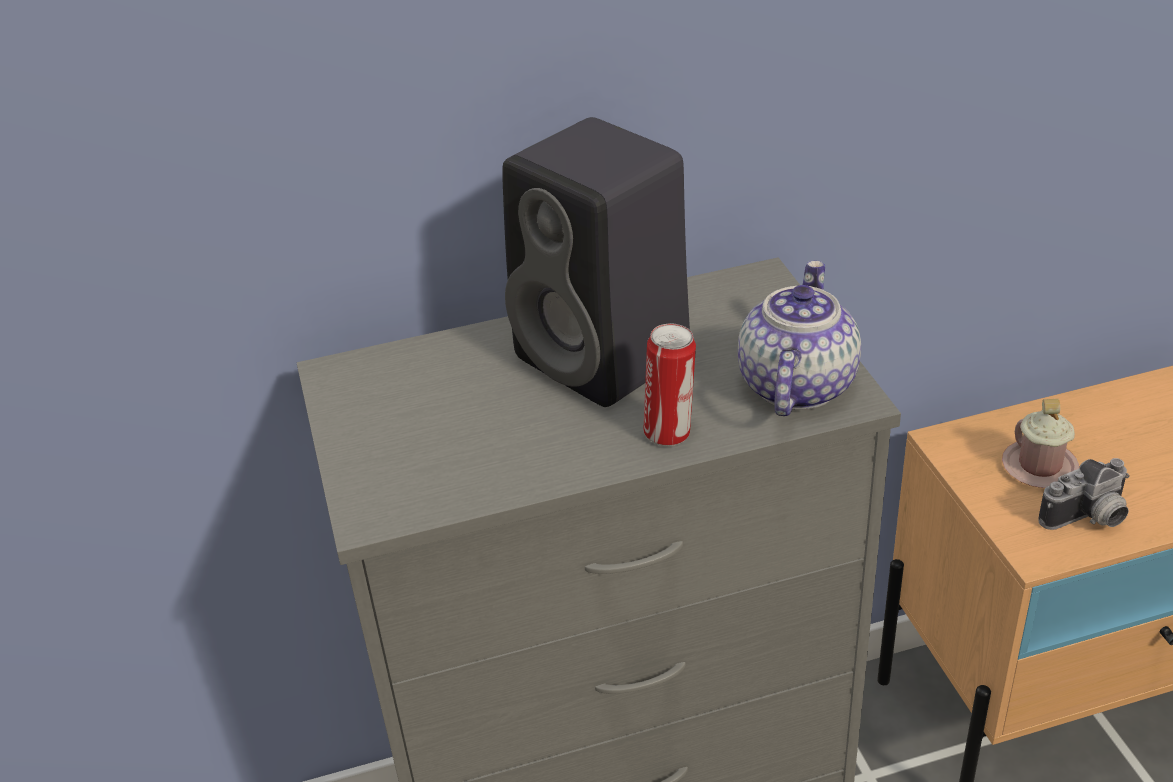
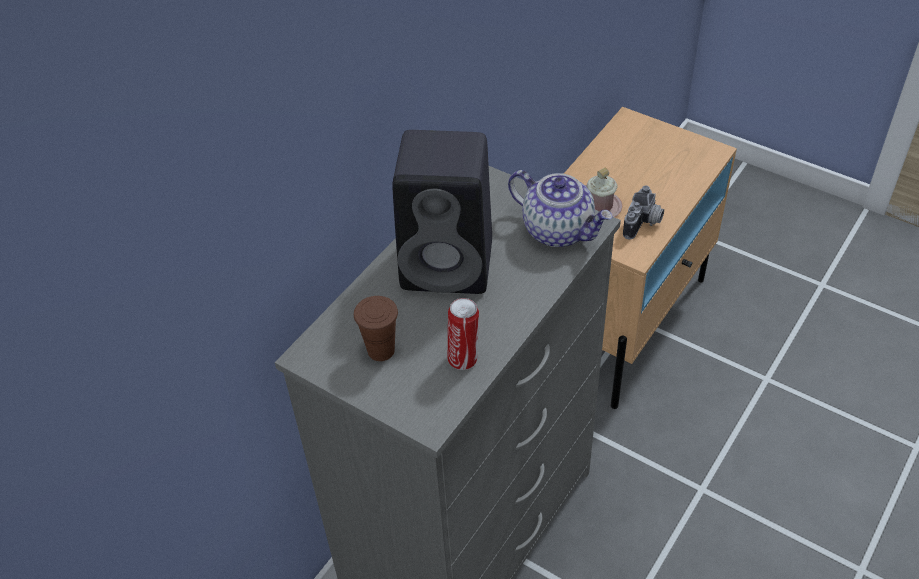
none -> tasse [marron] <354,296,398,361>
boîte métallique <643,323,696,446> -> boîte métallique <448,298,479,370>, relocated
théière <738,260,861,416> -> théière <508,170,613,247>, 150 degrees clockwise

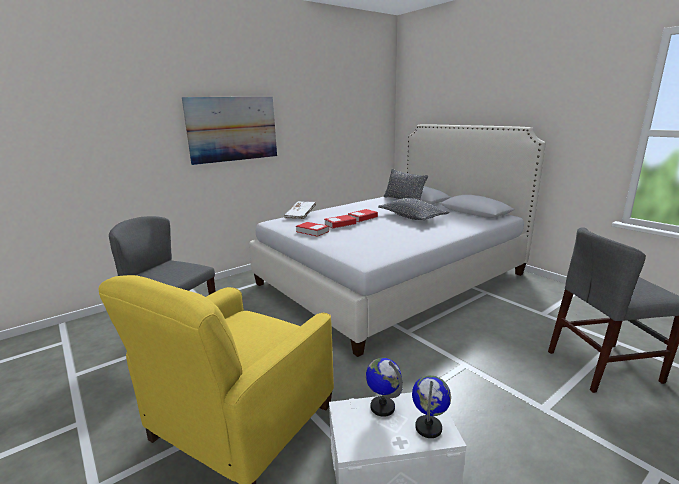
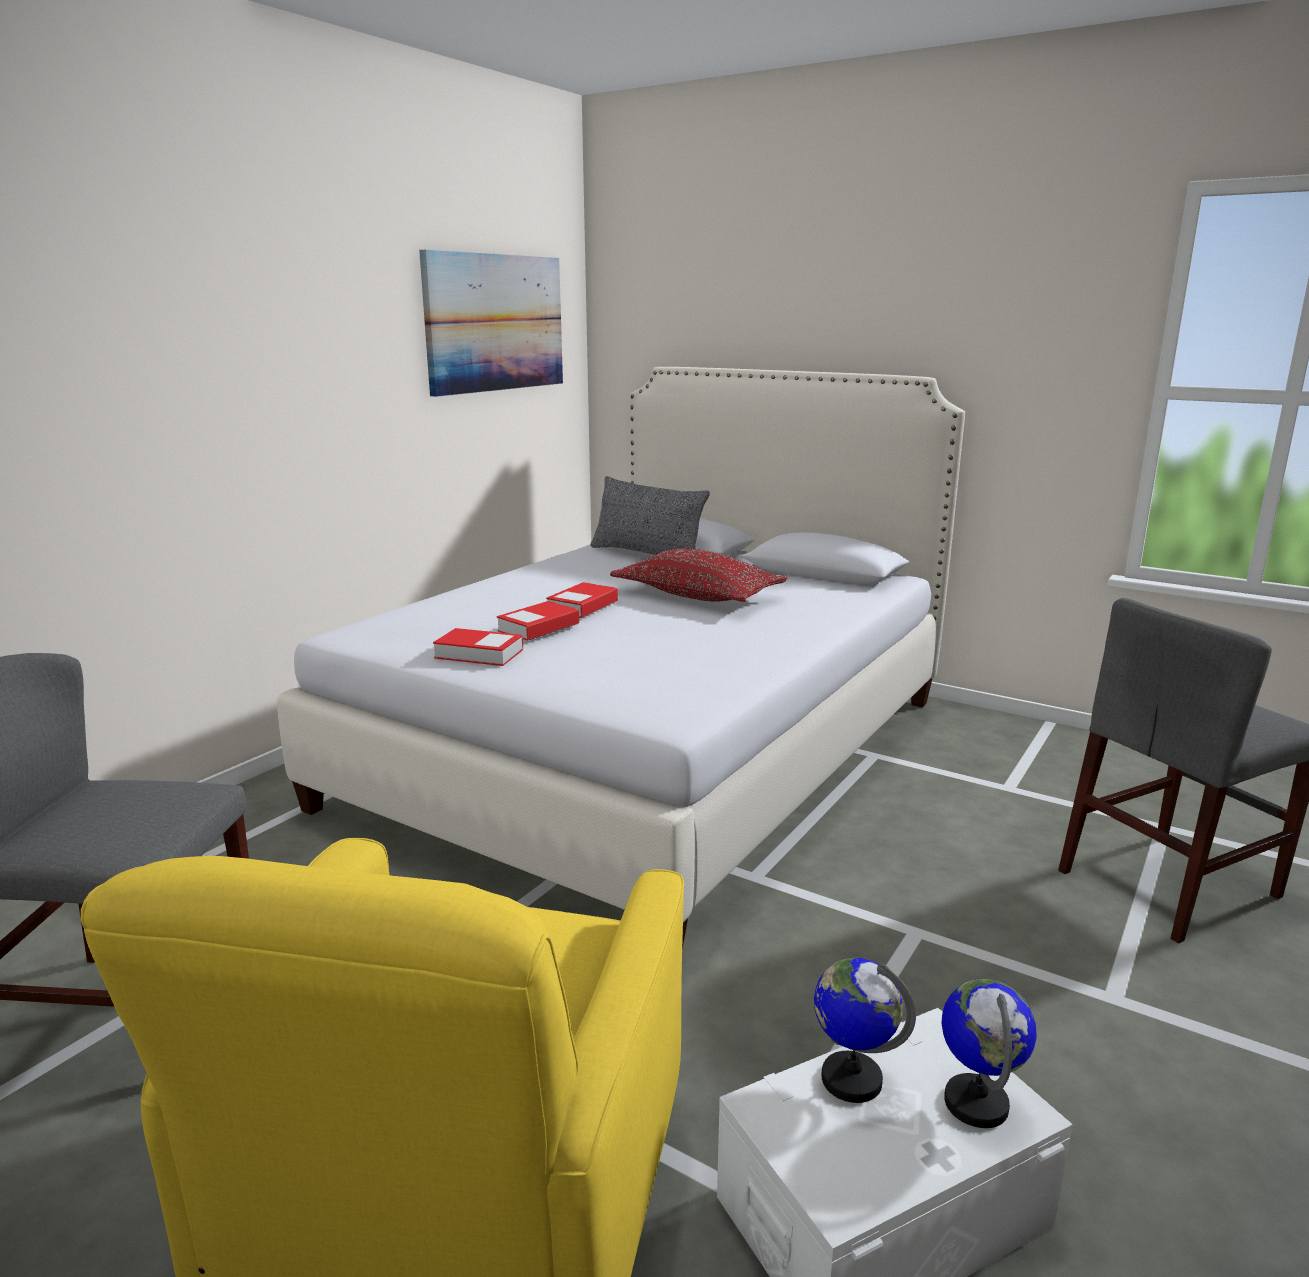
livre [blanc] <284,201,316,219> -> none
tableau <182,97,277,165> -> tableau <419,250,563,397>, relocated
coussin [gris] <378,198,449,220> -> coussin [rouge] <610,549,787,602>

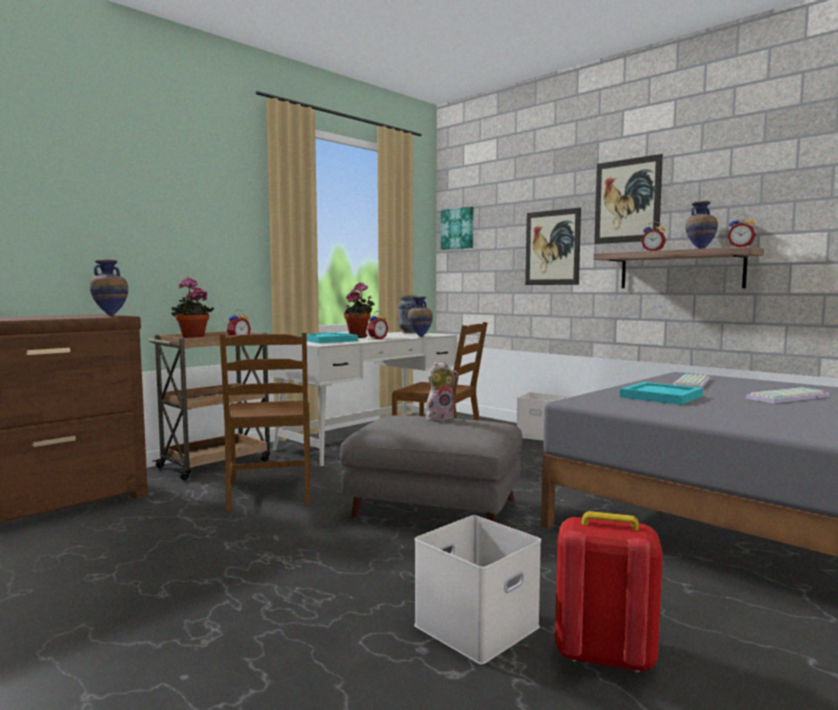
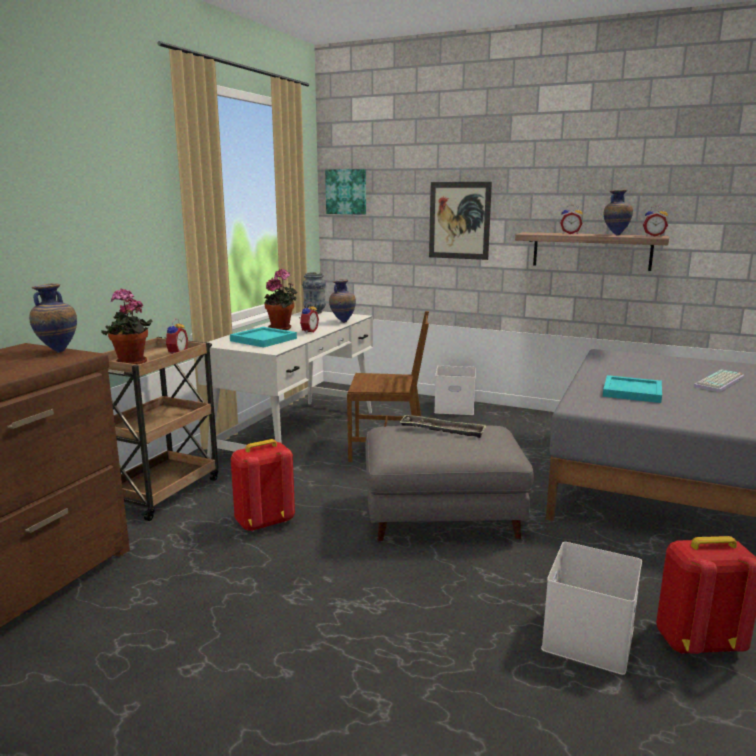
tableau <594,154,663,244> -> none
clavier <672,374,710,388> -> none
chaise [marron] <220,333,310,511> -> sac à dos [rouge] <231,439,295,532>
peluche <426,361,458,422> -> plateau <399,415,486,438>

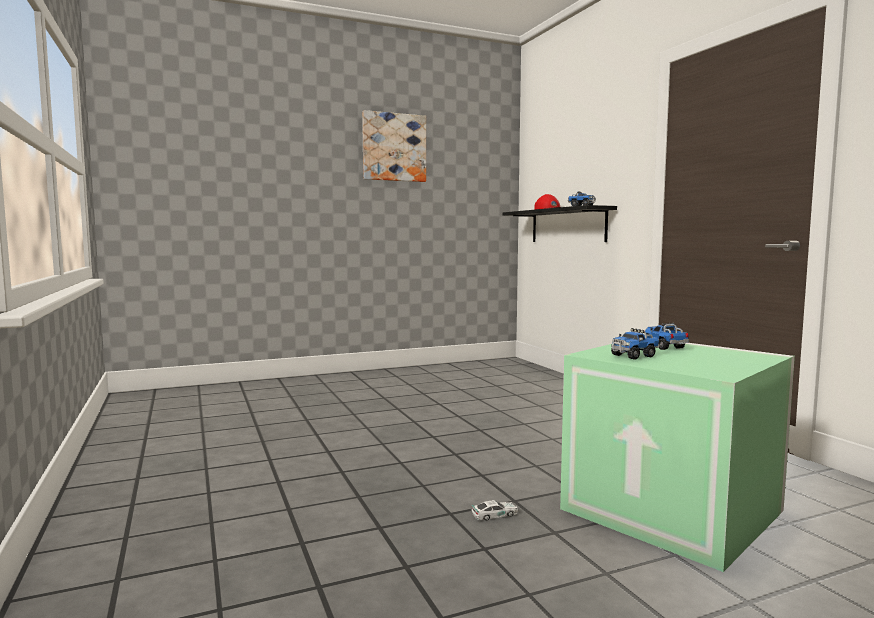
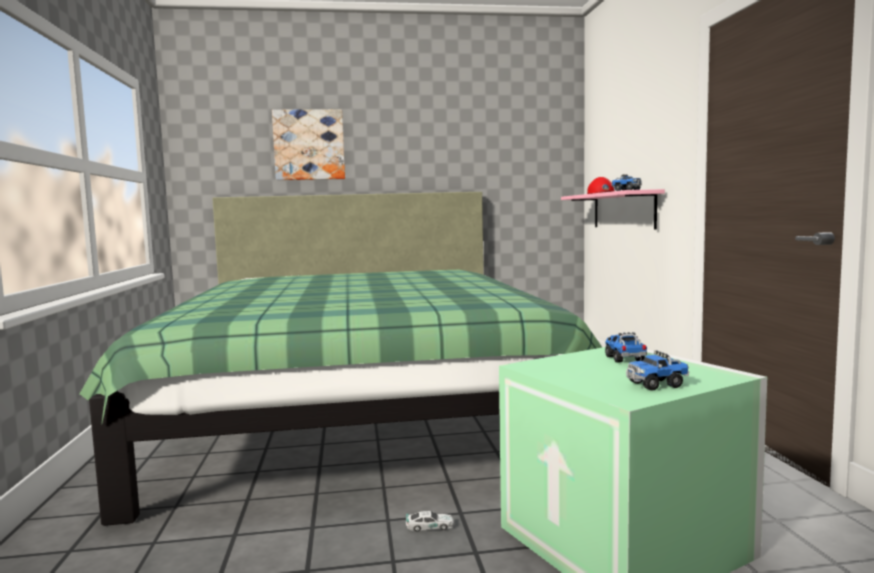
none -> lit [vert] <80,192,602,526>
tableau <362,110,426,182> -> tableau <272,109,345,180>, relocated
camion jouet <611,328,659,360> -> camion jouet <626,350,689,391>, relocated
étagère [noir] <503,205,617,242> -> étagère [rose] <561,189,665,229>

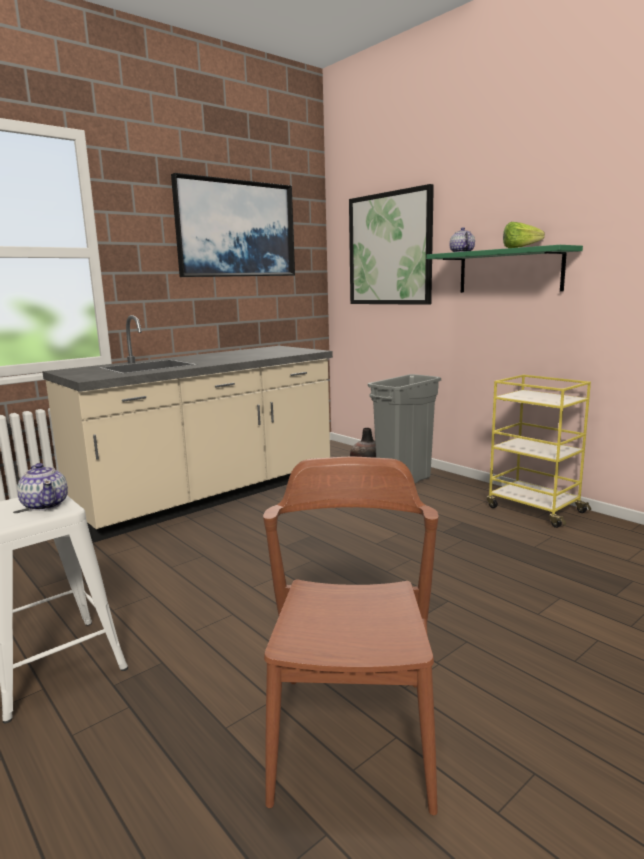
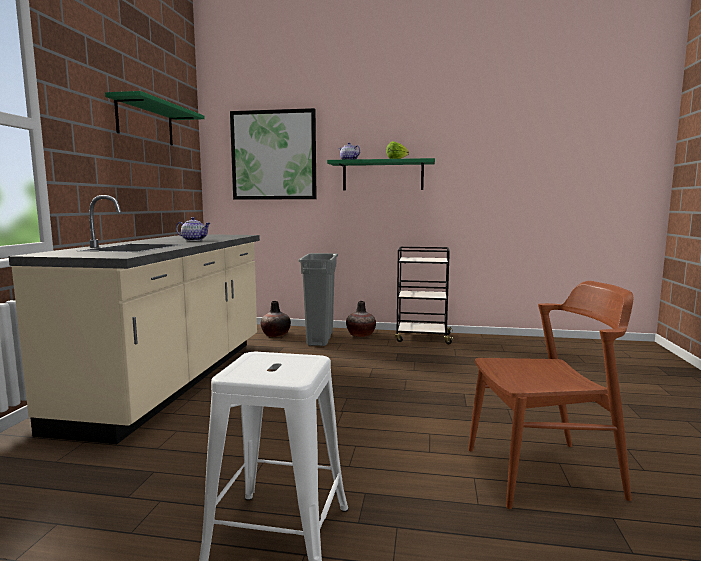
none -> vase <346,301,376,337>
théière <17,463,68,511> -> théière <176,217,211,241>, relocated
tableau <171,173,295,277> -> étagère [vert] <105,91,205,145>
chariot [jaune] <487,375,591,528> -> chariot [noir] <395,247,455,344>
chaise [marron] <263,457,439,815> -> chaise [marron] <468,281,633,509>, 120 degrees clockwise

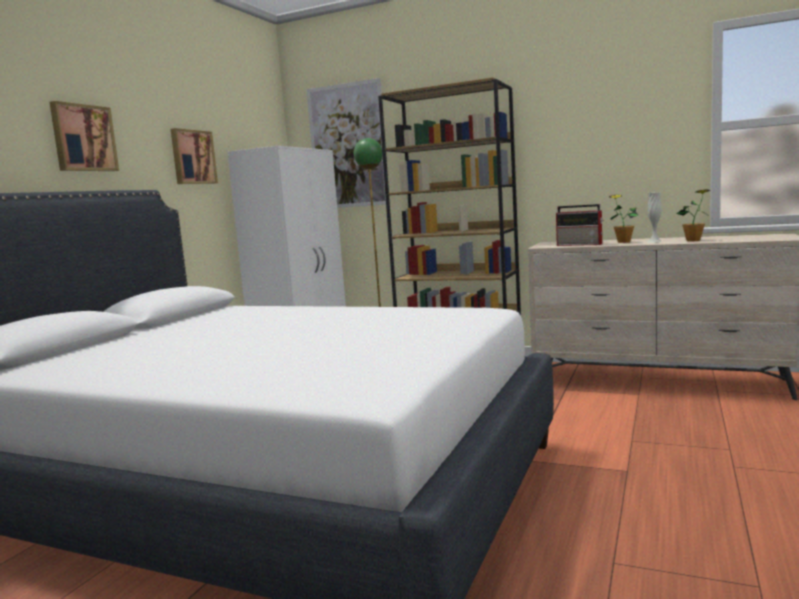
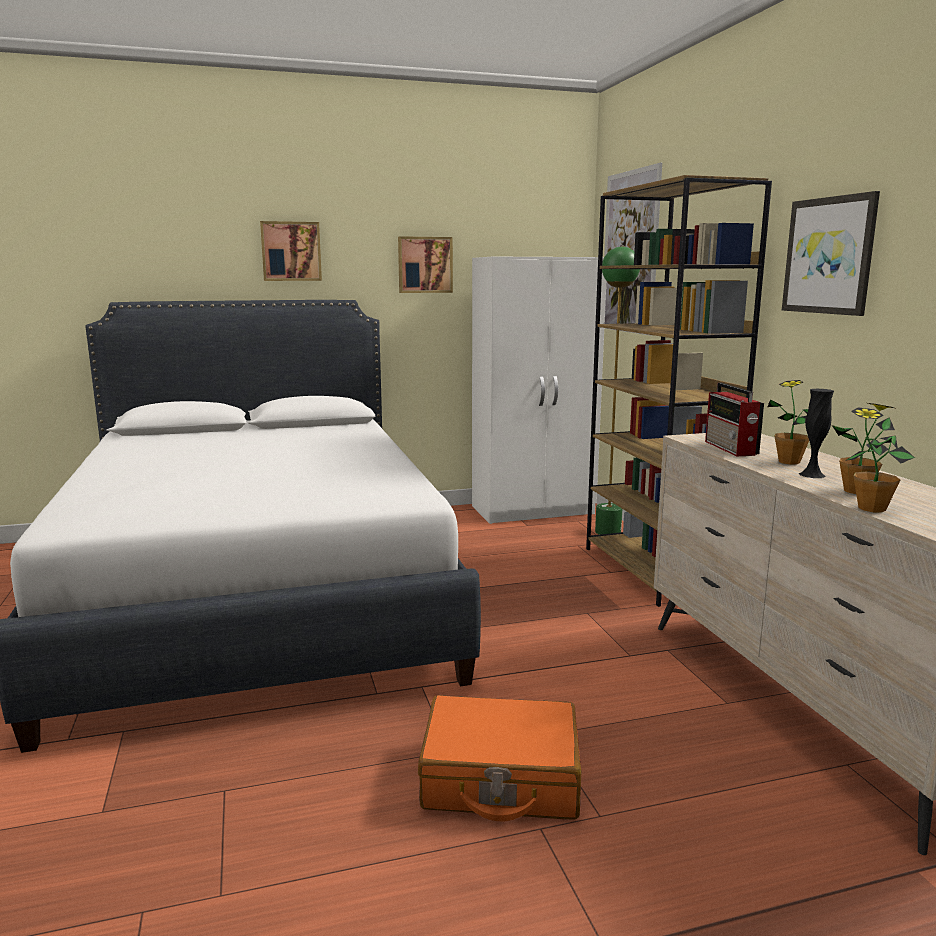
none -> valise [orange] <418,695,581,822>
none -> tableau <782,191,880,316>
none -> plante en pot <845,407,915,513>
vase [blanc] <648,192,662,243> -> vase [noir] <799,389,834,478>

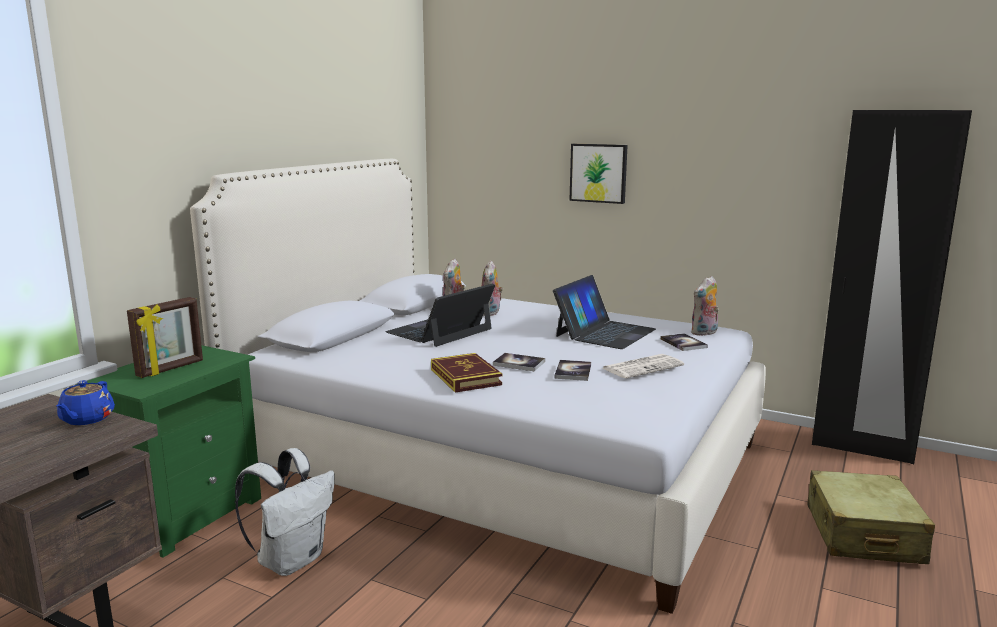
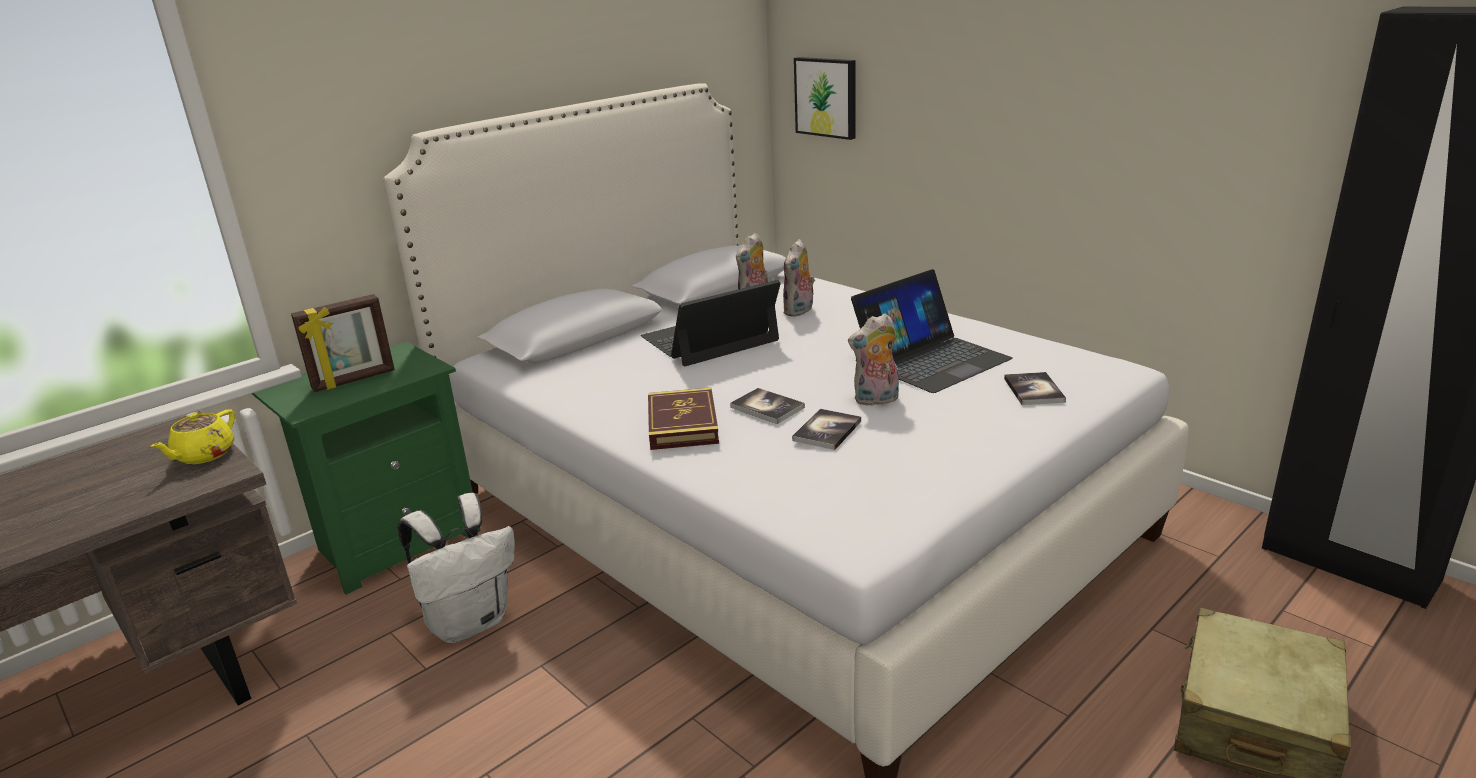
journal <603,354,684,378> -> none
tableau <569,144,628,204> -> tableau <794,57,856,140>, relocated
peluche <691,276,719,336> -> peluche <848,314,899,406>, relocated
théière [bleu] <56,380,115,425> -> théière [jaune] <151,410,235,464>

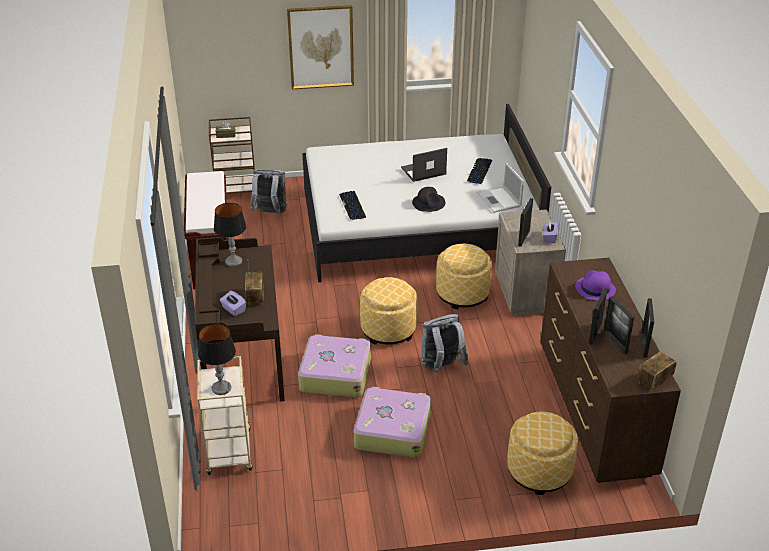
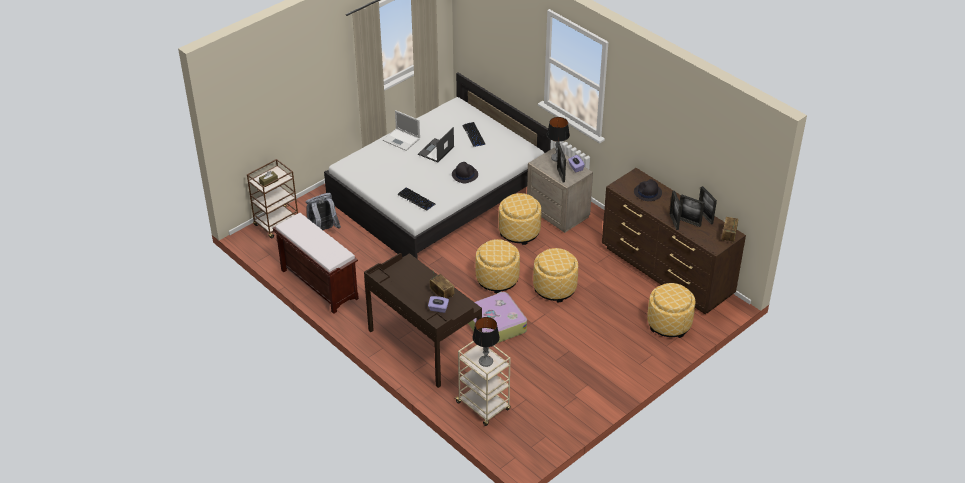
tableau <287,5,354,90> -> none
valise <354,387,431,458> -> none
lampe de table <214,203,246,267> -> lampe de table <547,117,570,162>, relocated
ordinateur portable <477,162,524,213> -> ordinateur portable <383,110,420,151>, relocated
sac à dos [gris] <421,314,469,373> -> pouf <533,248,578,303>
chapeau [violet] <575,270,616,300> -> chapeau [noir] <634,179,662,201>

